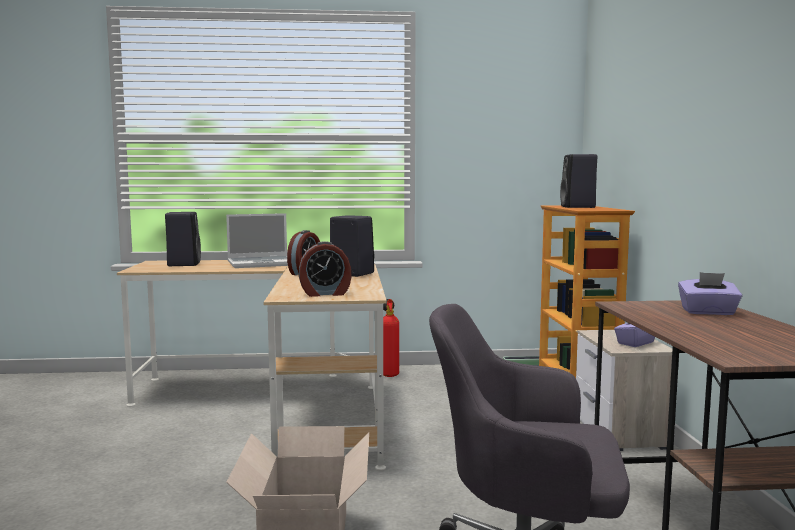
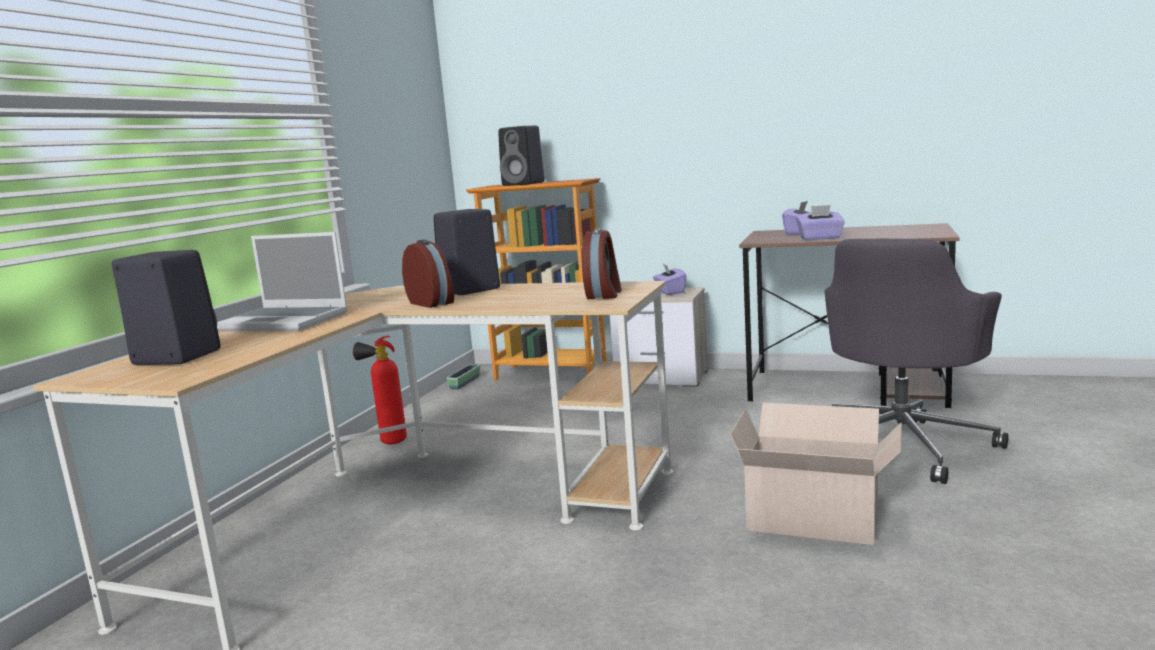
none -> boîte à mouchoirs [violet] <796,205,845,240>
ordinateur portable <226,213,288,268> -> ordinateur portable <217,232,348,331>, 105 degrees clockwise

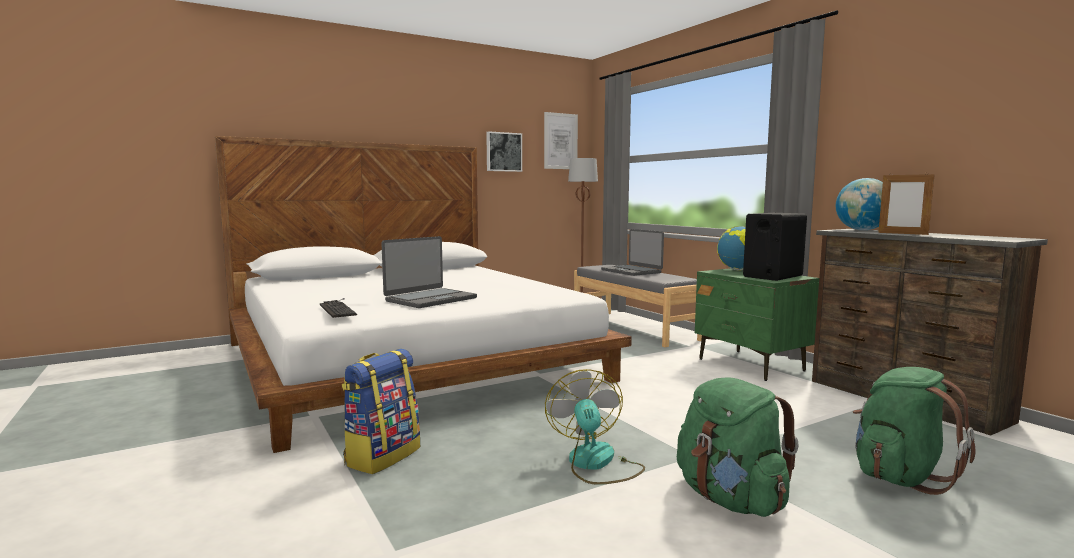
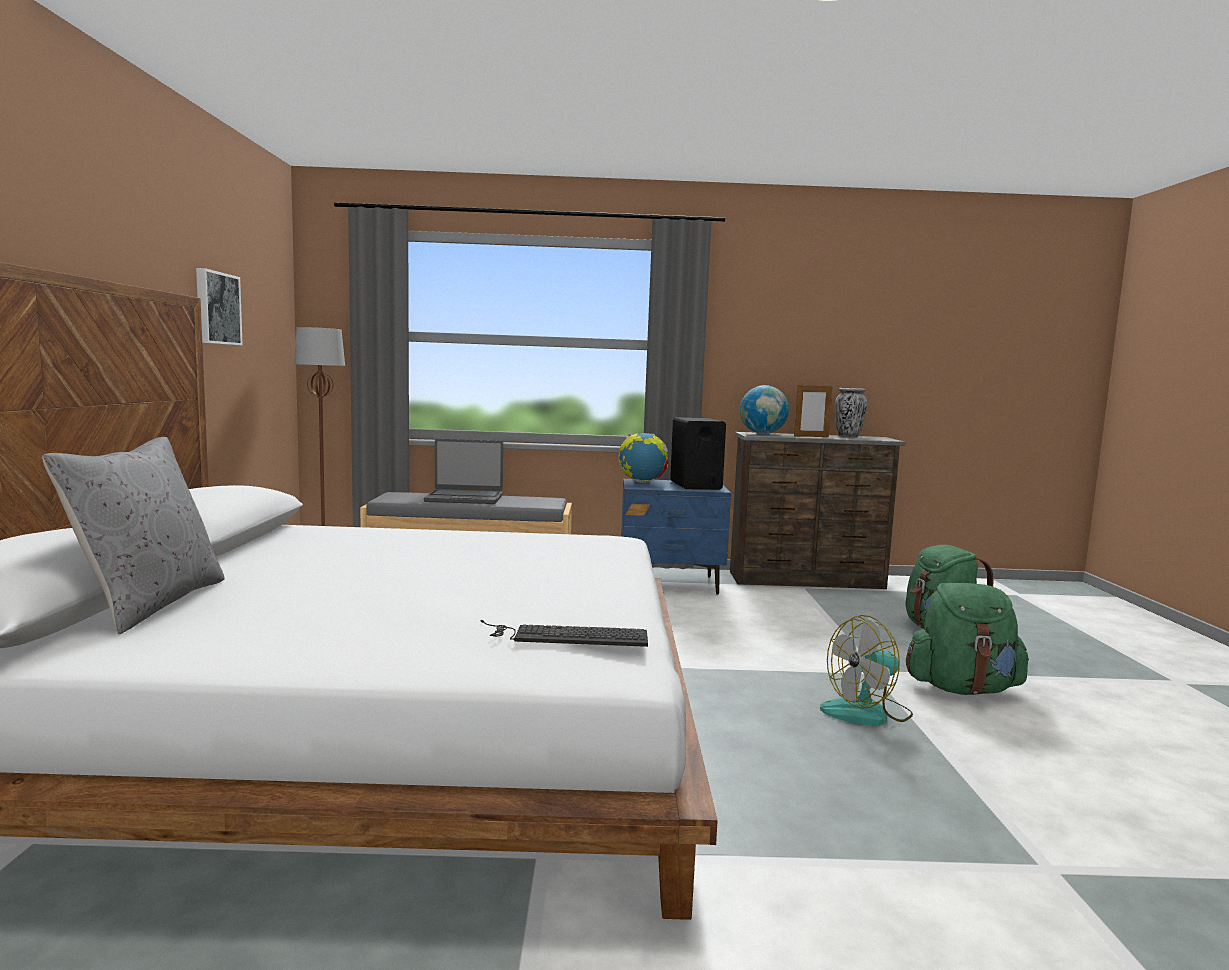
sac à dos <342,349,420,474> -> none
ordinateur portable <381,236,477,308> -> none
tableau <544,112,578,169> -> none
none -> coussin [gris] <42,437,225,634>
none -> vase <835,388,867,437>
table de chevet [vert] <695,268,819,381> -> table de chevet [bleu] <621,479,731,595>
ventilateur <545,369,645,485> -> ventilateur <820,615,913,726>, 45 degrees counterclockwise

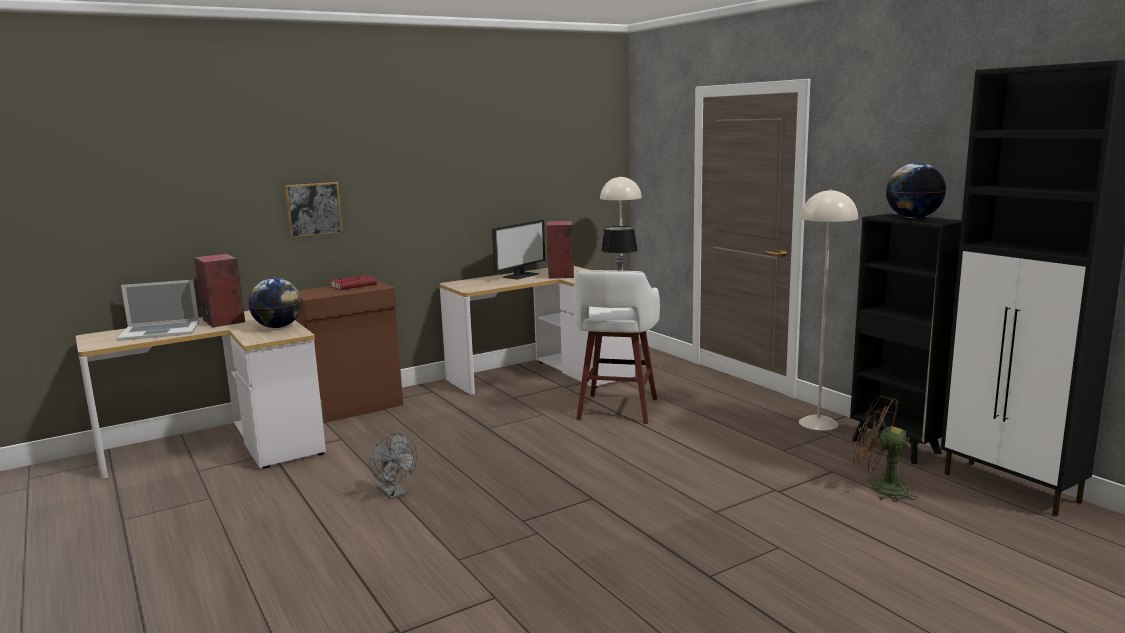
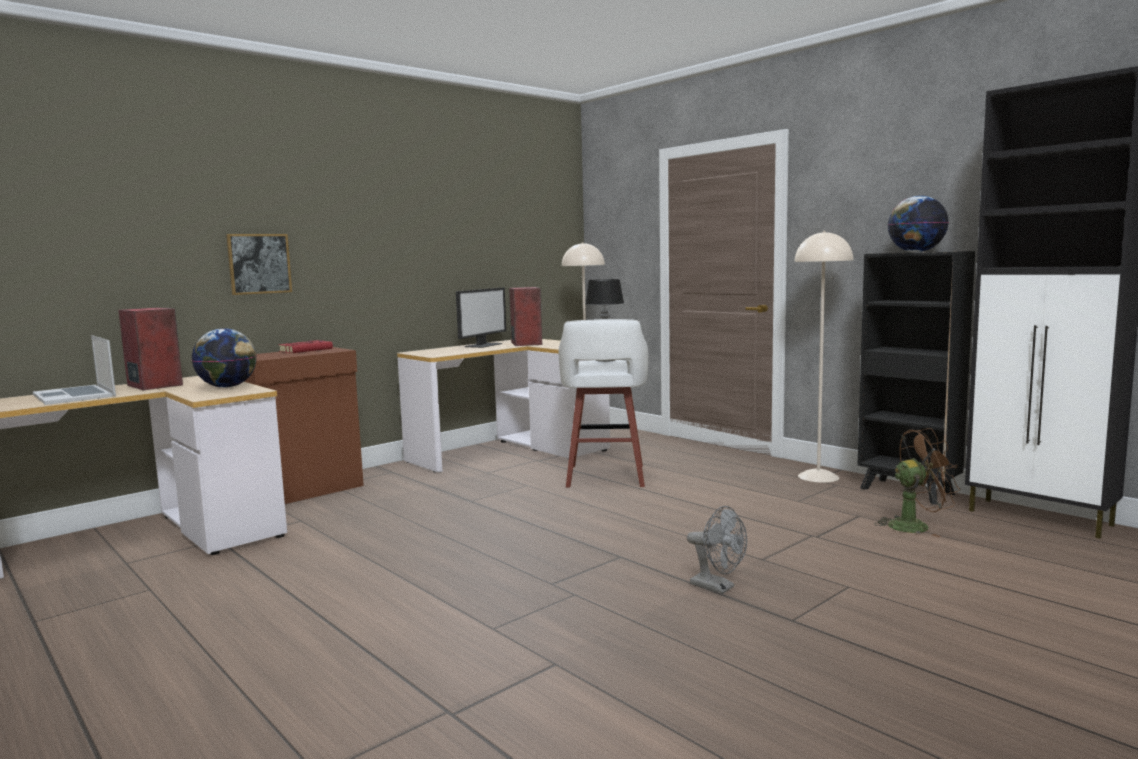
ventilateur [gris] <370,433,417,499> -> ventilateur [gris] <687,506,747,594>, relocated
ordinateur portable <117,280,199,341> -> ordinateur portable <33,335,116,405>, 75 degrees clockwise
ventilateur [marron] <853,396,918,502> -> ventilateur [marron] <874,428,961,537>, 150 degrees clockwise

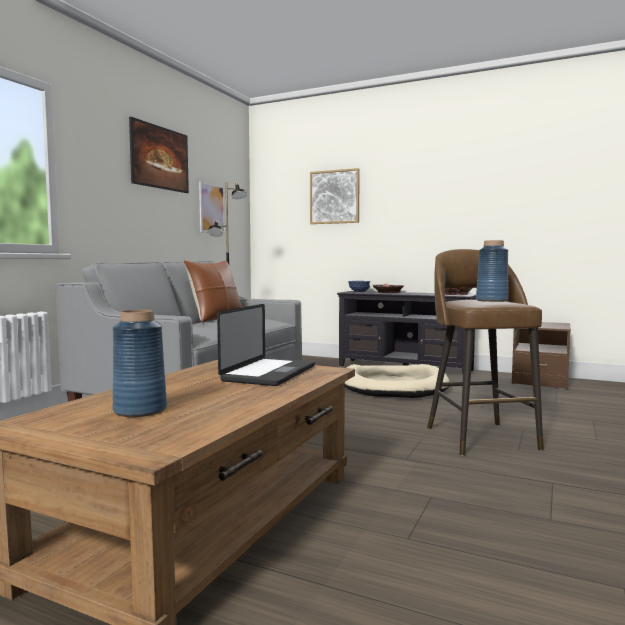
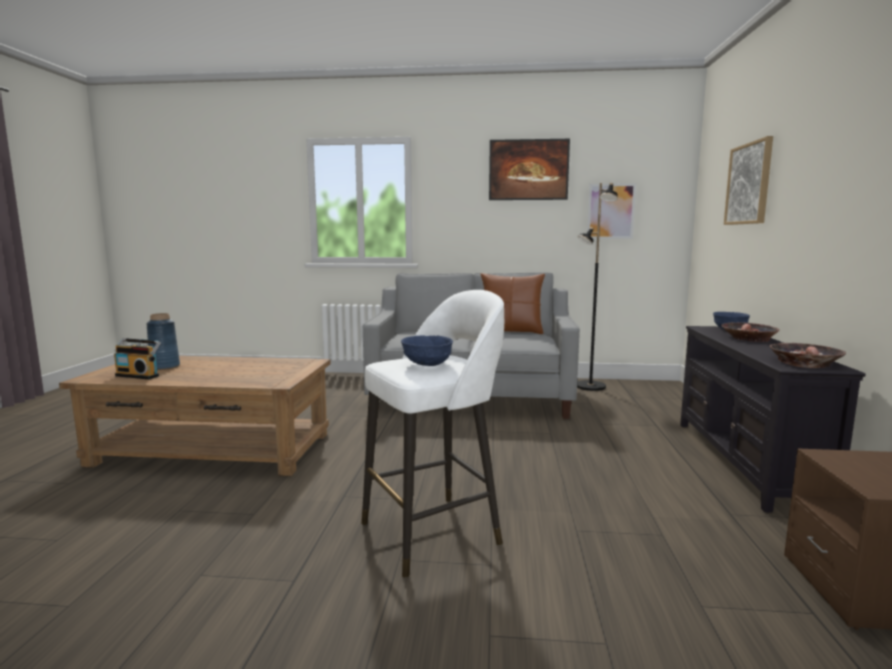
ordinateur portable <217,304,315,386> -> none
panier pour chien [beige] <345,364,450,398> -> none
none -> radio <114,338,161,379>
vase [bleu] <476,240,508,302> -> bol [bleu] <401,335,453,366>
tabouret [marron] <427,249,544,456> -> tabouret [blanc] <361,290,504,578>

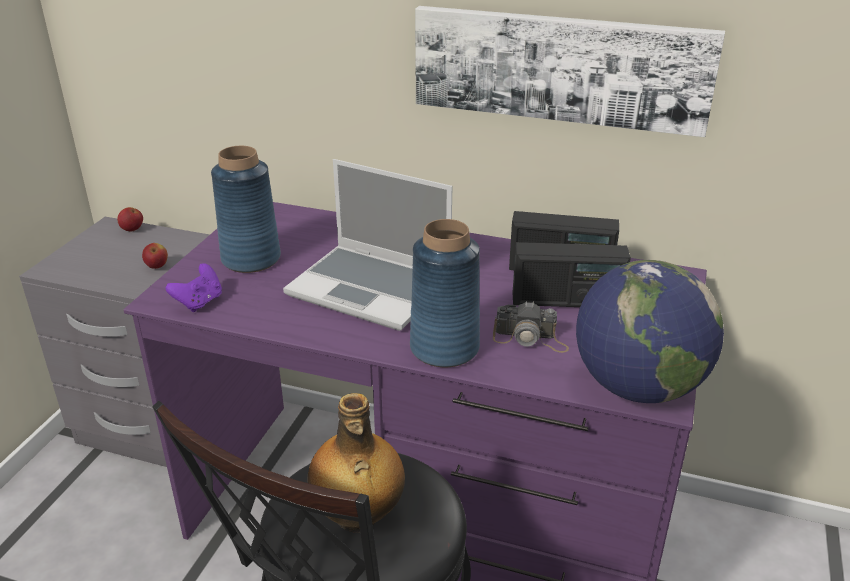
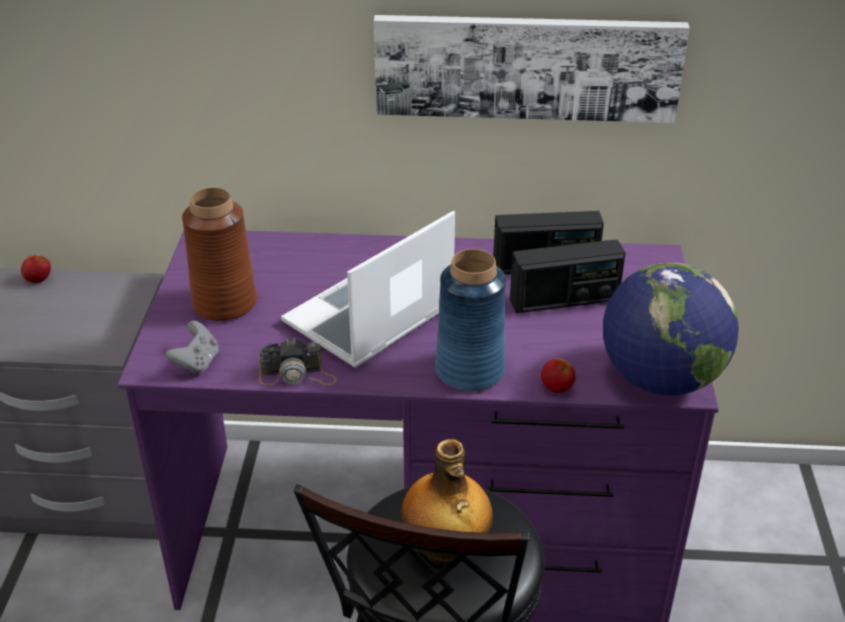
pomme <142,243,168,269> -> pomme <541,358,576,393>, relocated
appareil photo <493,301,569,353> -> appareil photo <258,338,337,385>, relocated
manette [violet] <166,263,222,312> -> manette [gris] <166,321,219,375>
vase [bleu] <211,146,281,273> -> vase [marron] <182,187,257,321>
ordinateur portable <283,159,452,331> -> ordinateur portable <281,211,455,368>, 120 degrees clockwise

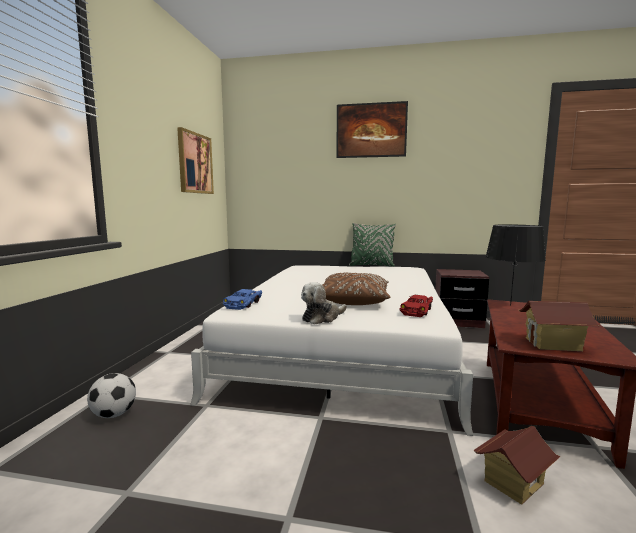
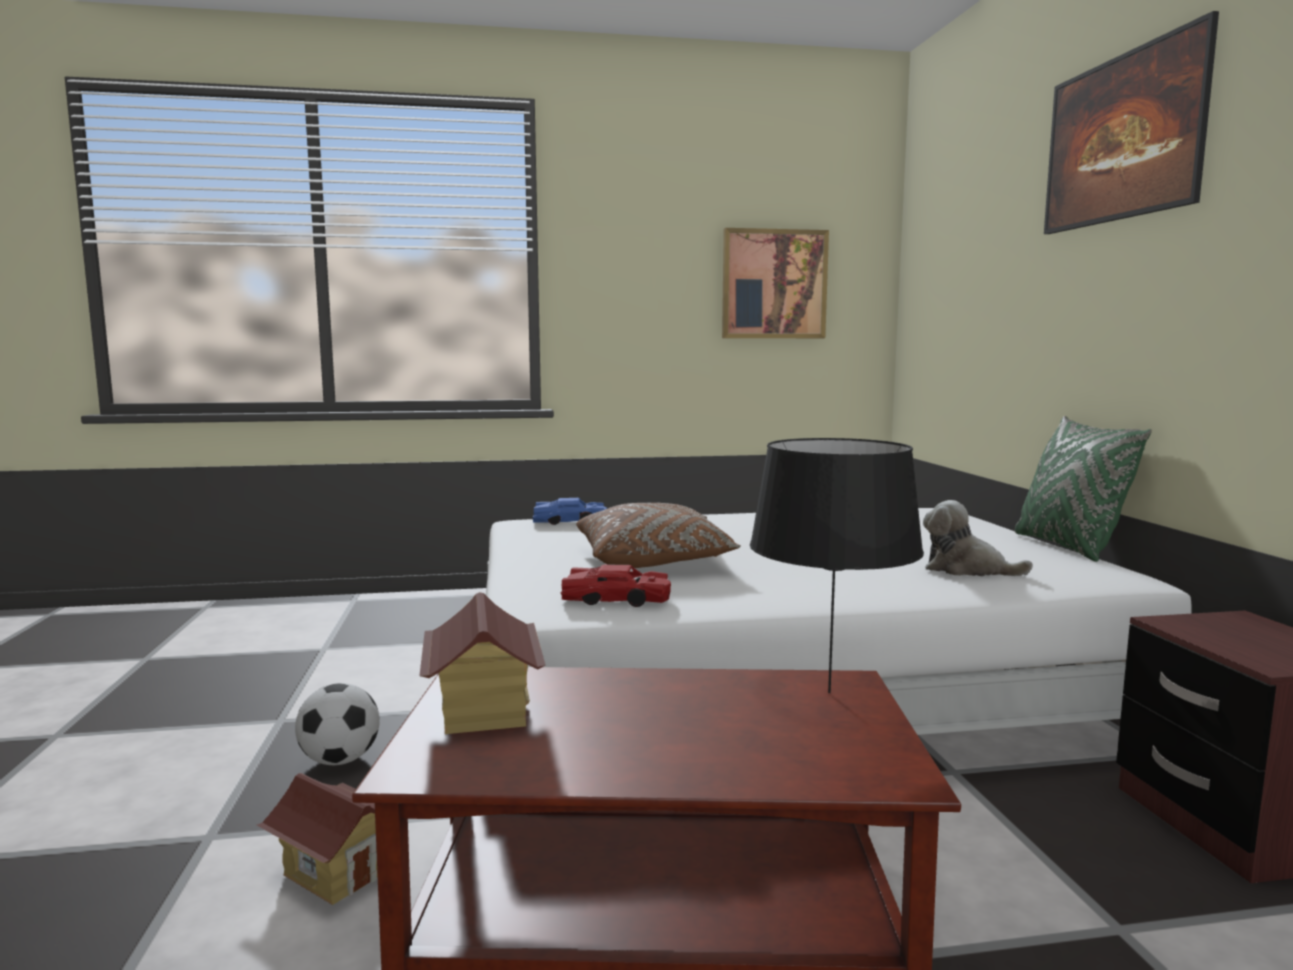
ballon de foot <87,373,136,418> -> ballon de foot <295,683,380,765>, relocated
peluche <301,282,347,325> -> peluche <923,500,1033,576>, relocated

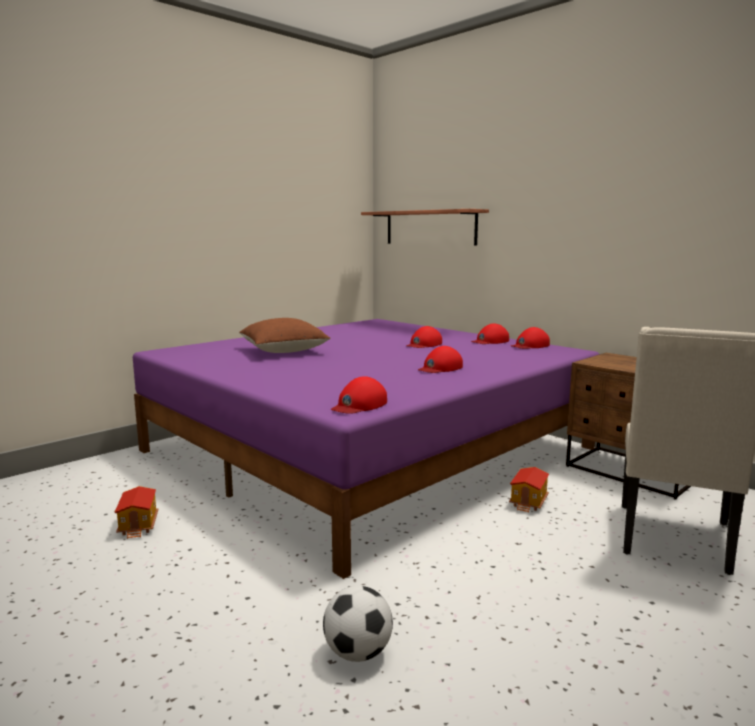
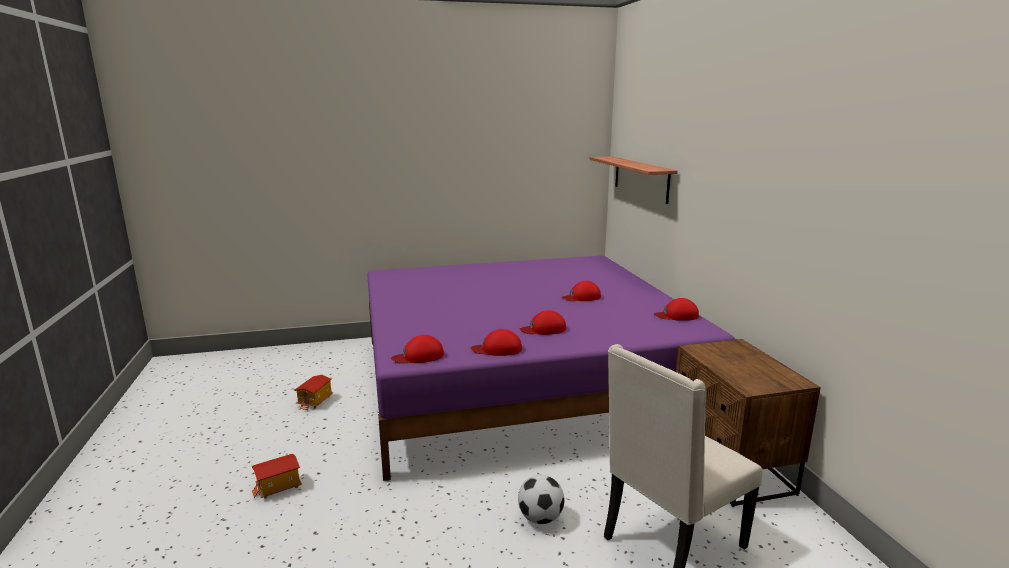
coussin [marron] <239,318,330,353> -> none
ballon de foot <323,586,393,662> -> ballon de foot <518,475,564,524>, relocated
casquette [rouge] <471,323,509,344> -> casquette [rouge] <471,329,522,356>, relocated
maison miniature <509,467,549,513> -> maison miniature <252,453,302,499>, relocated

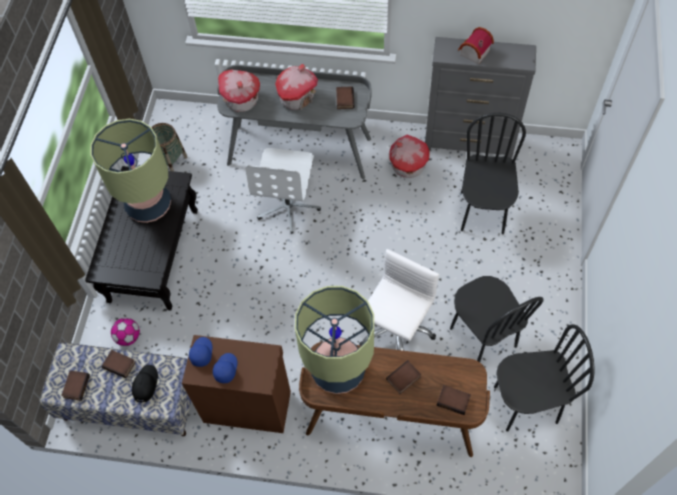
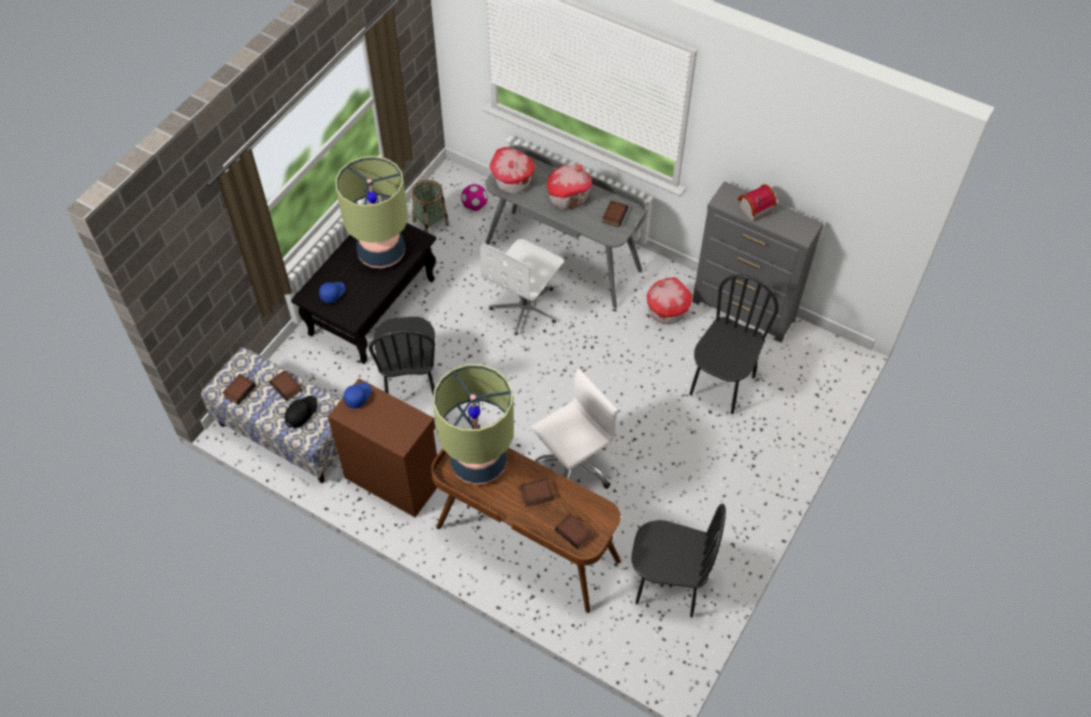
ballon de foot <111,318,140,346> -> ballon de foot <461,184,488,211>, relocated
casquette [bleu] <213,353,237,383> -> casquette [bleu] <319,282,346,303>, relocated
chaise [noir] <450,276,544,362> -> chaise [noir] <369,317,435,397>, relocated

